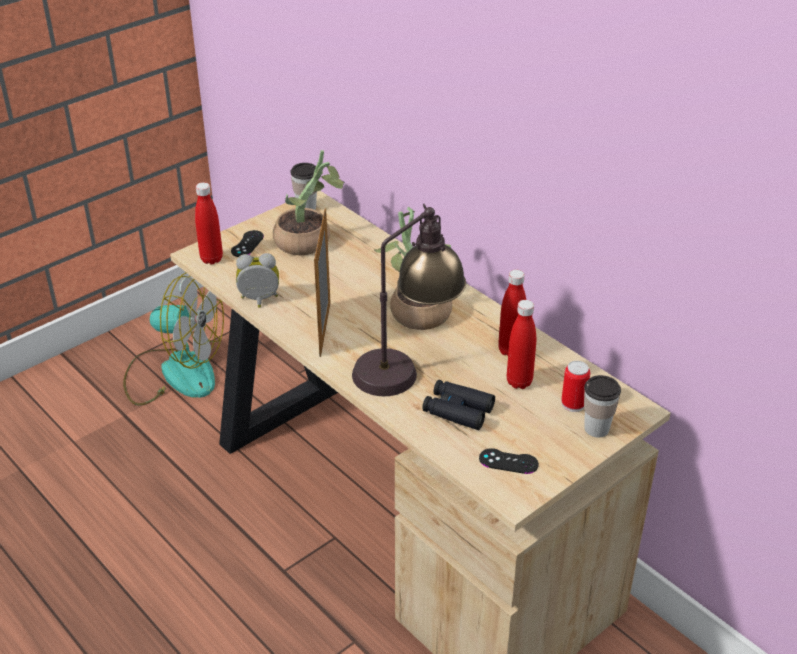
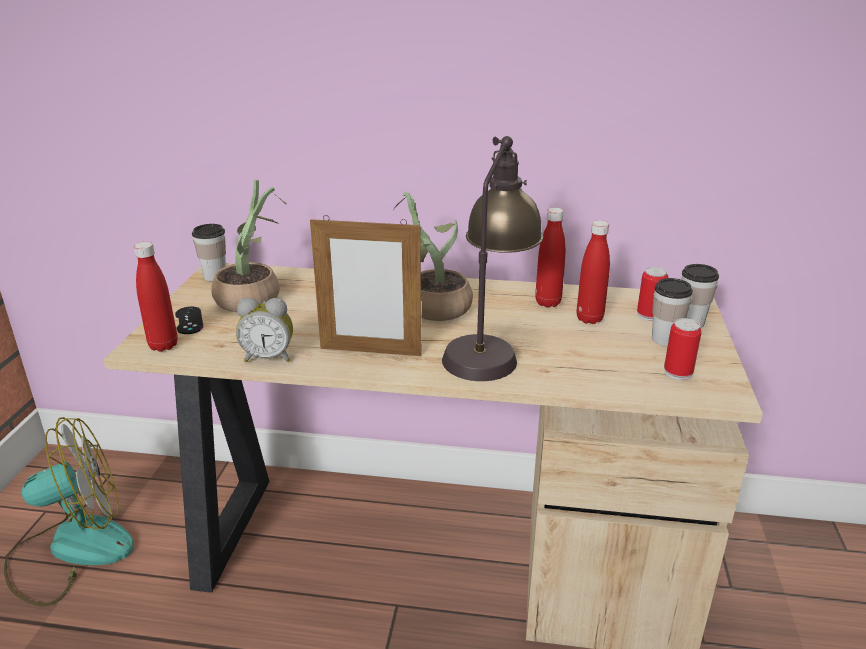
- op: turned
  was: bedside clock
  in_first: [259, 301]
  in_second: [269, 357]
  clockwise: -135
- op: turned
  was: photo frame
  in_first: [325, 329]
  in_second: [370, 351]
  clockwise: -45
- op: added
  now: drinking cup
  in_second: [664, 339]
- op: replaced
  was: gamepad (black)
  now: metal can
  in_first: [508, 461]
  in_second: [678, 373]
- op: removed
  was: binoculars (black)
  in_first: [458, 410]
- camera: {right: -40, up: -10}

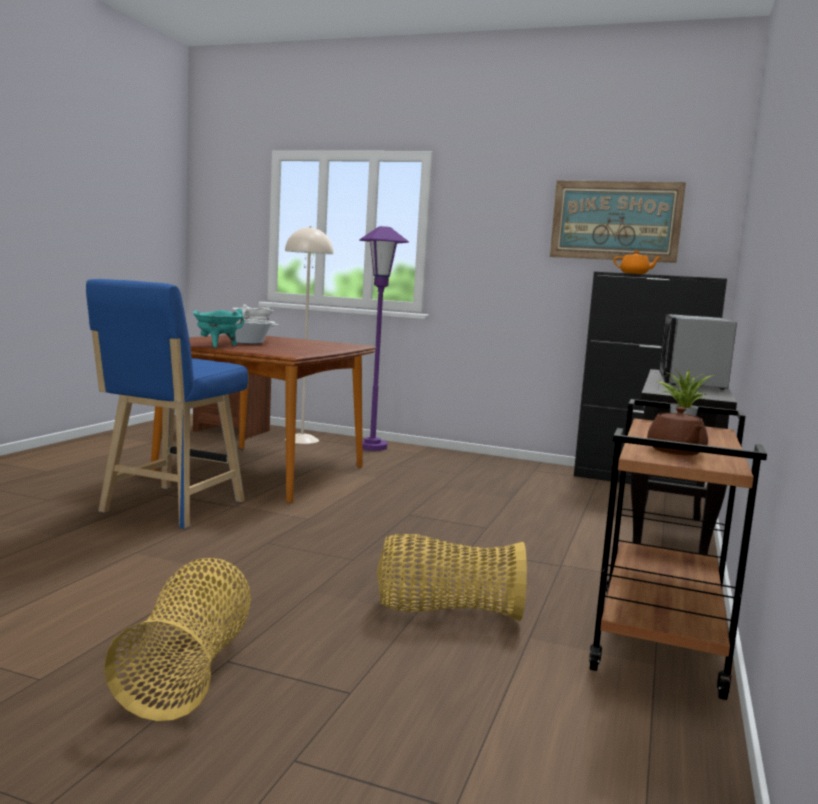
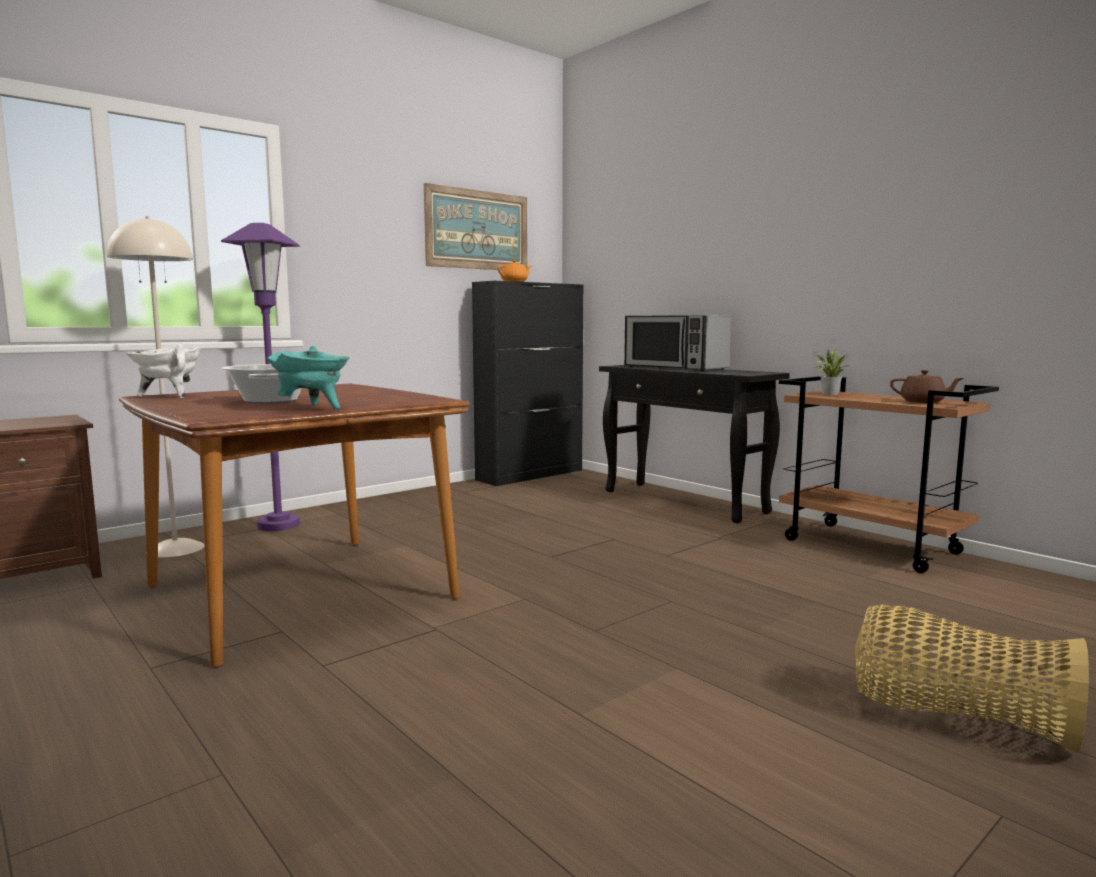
- op: removed
  was: stool (blue)
  in_first: [168, 509]
- op: removed
  was: basket
  in_first: [447, 611]
- camera: {right: -60, up: 0}

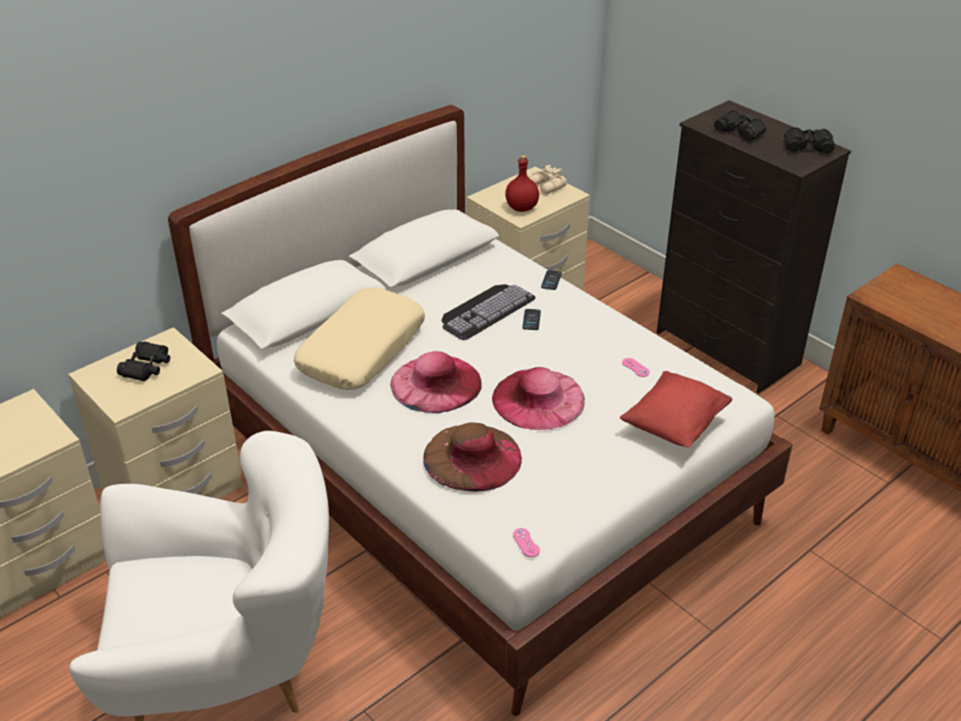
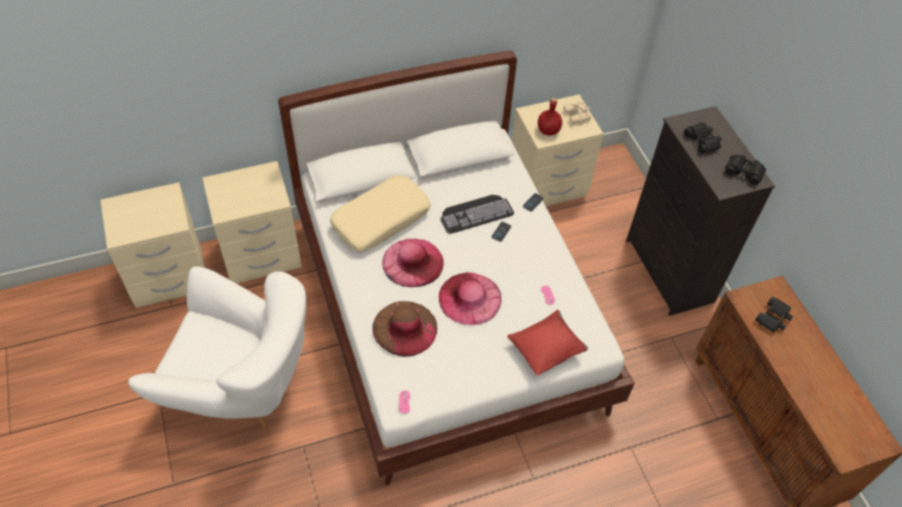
- op: moved
  was: binoculars (black)
  in_first: [147, 367]
  in_second: [773, 318]
- camera: {right: 20, up: 15}

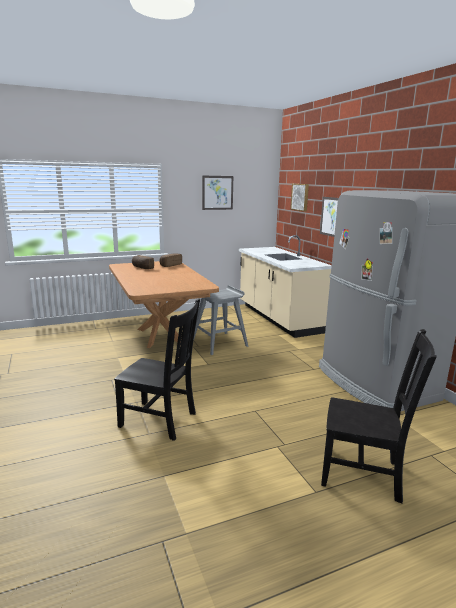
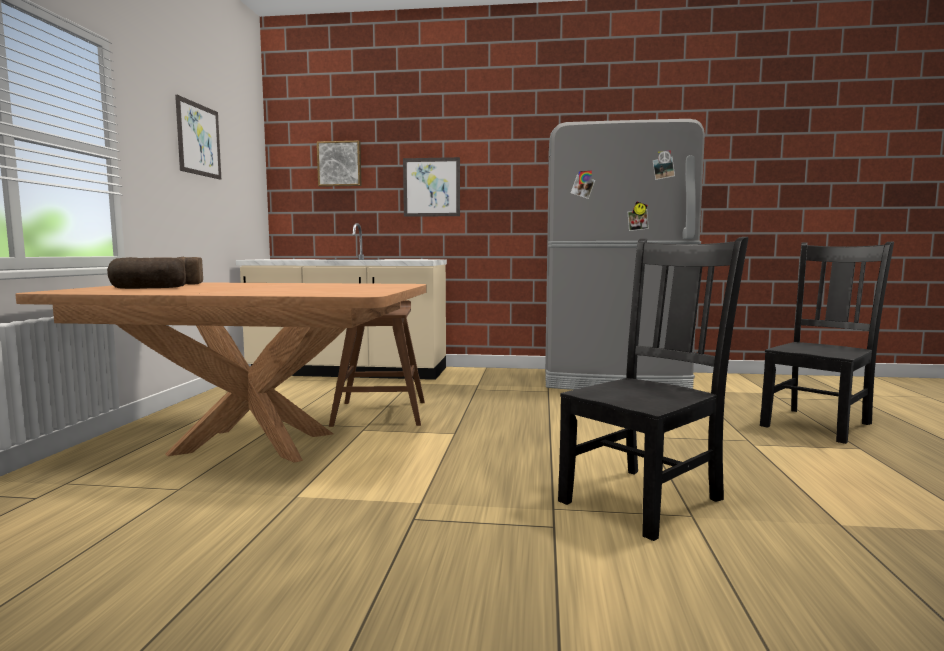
- op: recoloured
  was: stool (grey)
  now: stool (brownish)
  in_first: [219, 343]
  in_second: [380, 413]
- camera: {right: -60, up: -10}

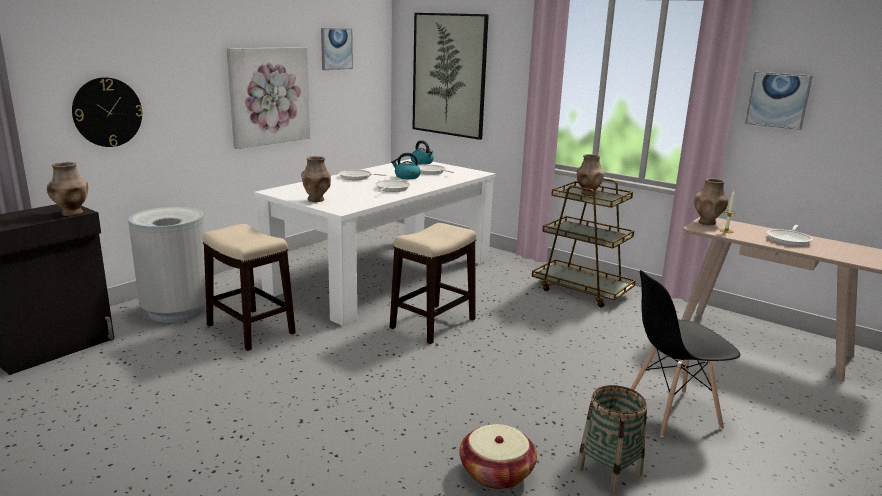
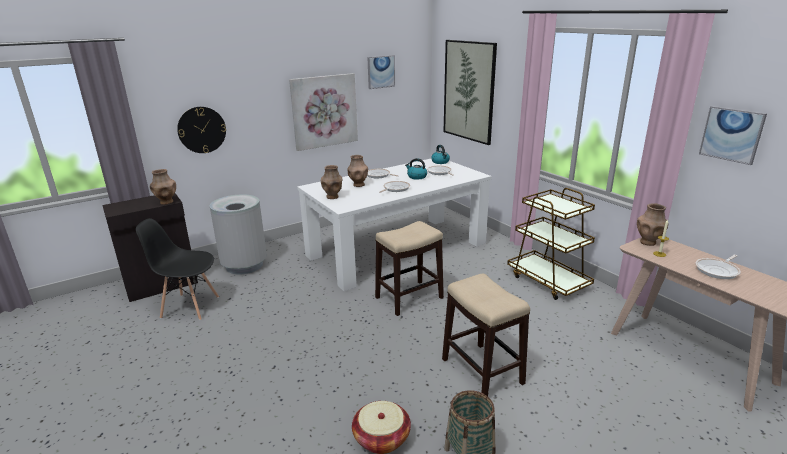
- op: moved
  was: chair (black)
  in_first: [671, 413]
  in_second: [190, 307]
- op: moved
  was: vase (brownish)
  in_first: [588, 194]
  in_second: [358, 185]
- op: moved
  was: stool
  in_first: [250, 329]
  in_second: [481, 371]
- camera: {right: 20, up: 5}

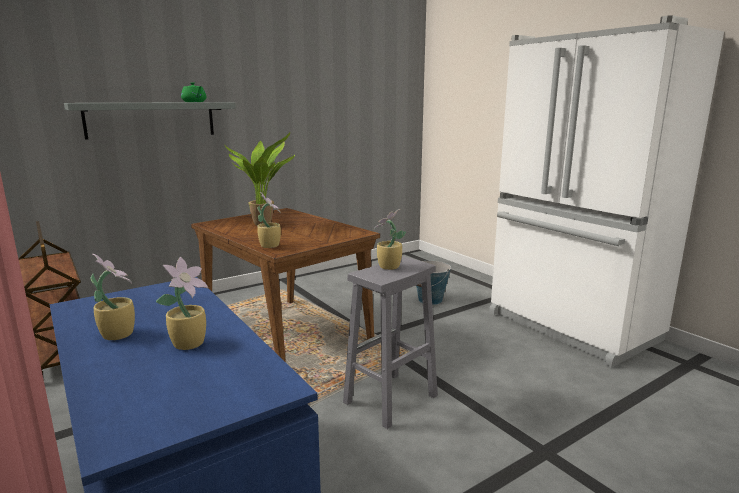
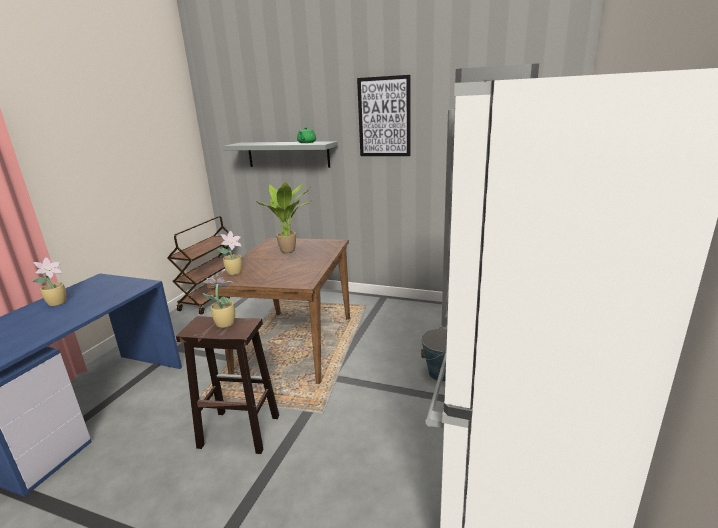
- op: recoloured
  was: stool (grey)
  now: stool (brownish)
  in_first: [390, 400]
  in_second: [238, 431]
- op: added
  now: picture
  in_second: [384, 117]
- op: removed
  was: potted plant
  in_first: [190, 343]
- camera: {right: 55, up: 5}

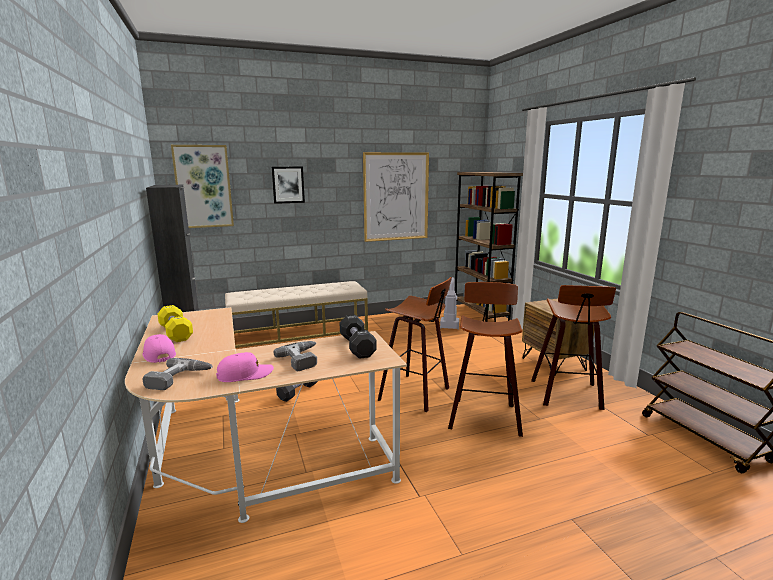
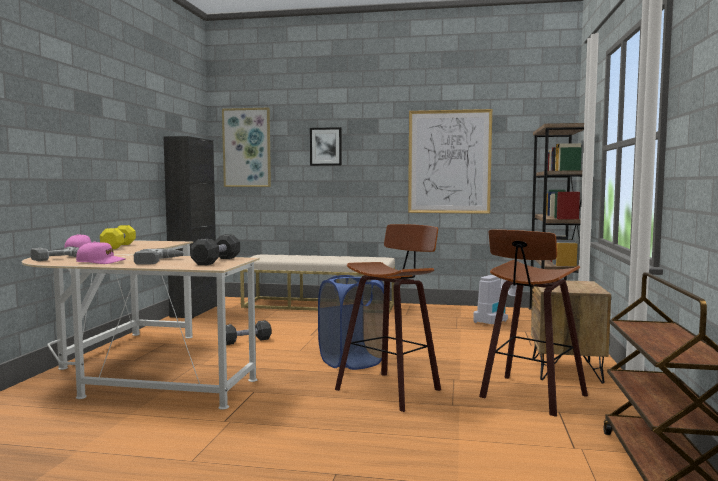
- op: replaced
  was: stool
  now: hamper (blue)
  in_first: [417, 393]
  in_second: [352, 362]
- camera: {right: 30, up: -10}

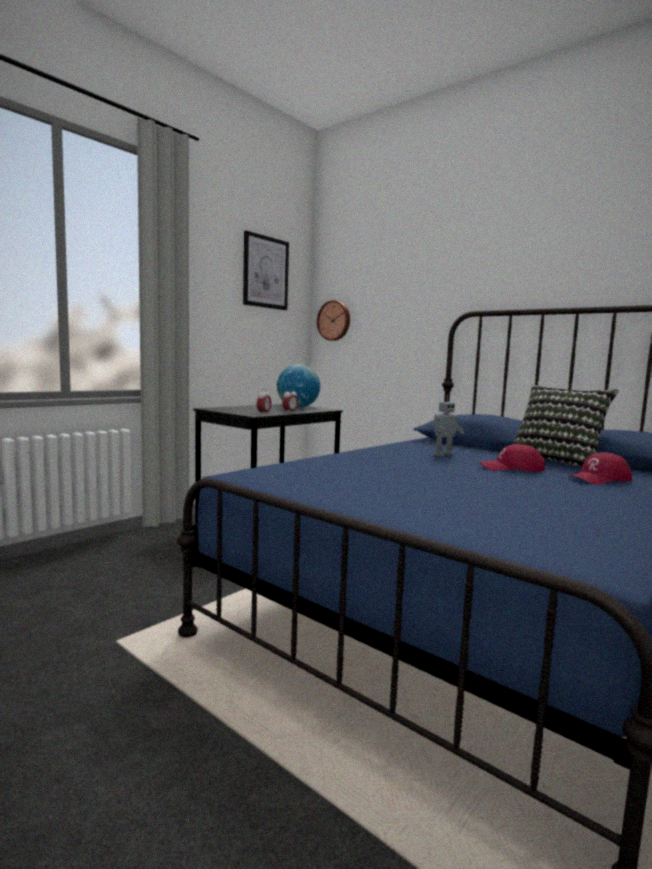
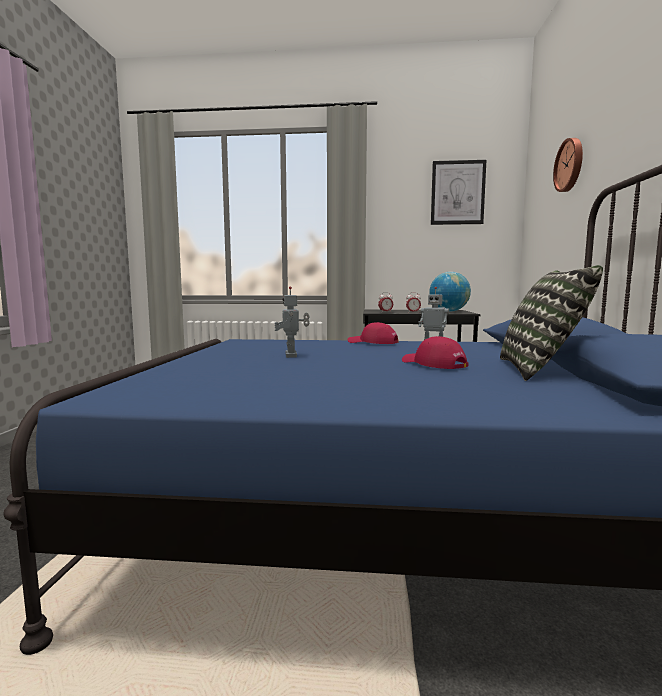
- op: added
  now: toy robot
  in_second: [292, 355]
- op: moved
  was: cap (red-coloured)
  in_first: [600, 479]
  in_second: [372, 342]
- op: moved
  was: clock on the wall
  in_first: [334, 320]
  in_second: [570, 165]
- camera: {right: 55, up: 0}

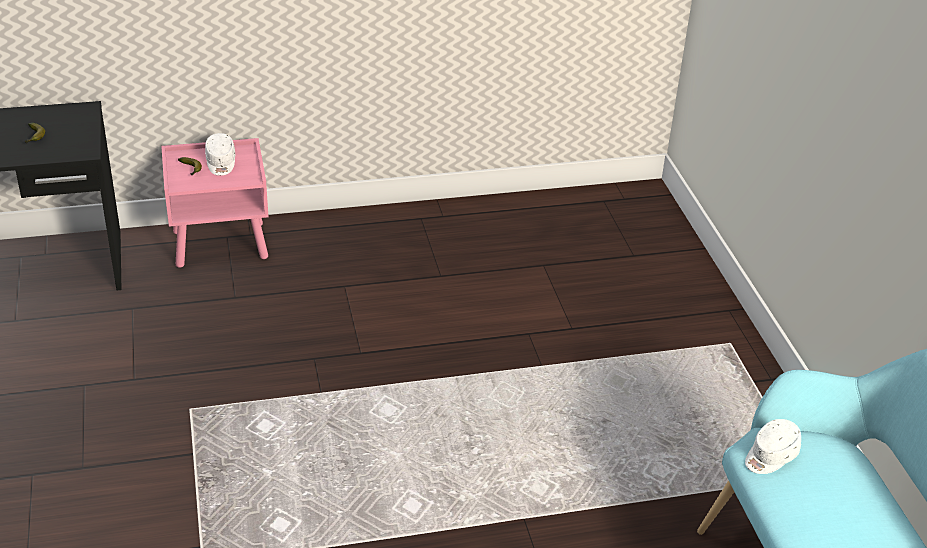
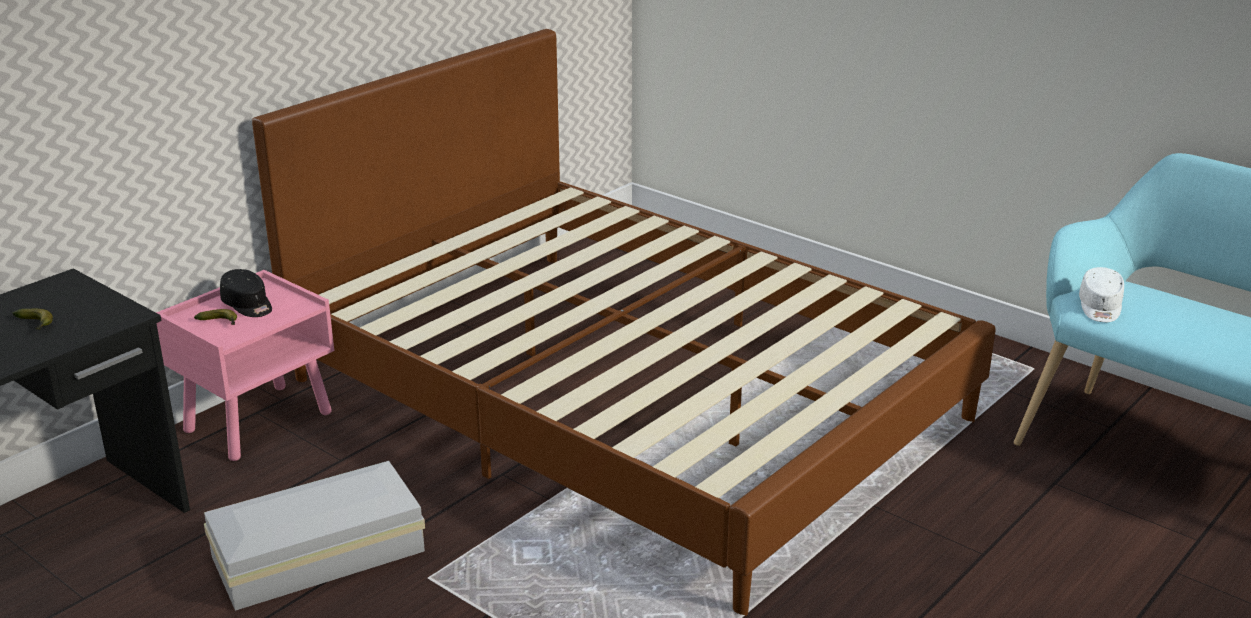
- op: added
  now: storage container (white)
  in_second: [322, 554]
- op: recoloured
  was: cap (white)
  now: cap (black)
  in_first: [221, 163]
  in_second: [248, 305]
- op: added
  now: bedroom bed (brownish)
  in_second: [625, 397]
- camera: {right: -35, up: -10}

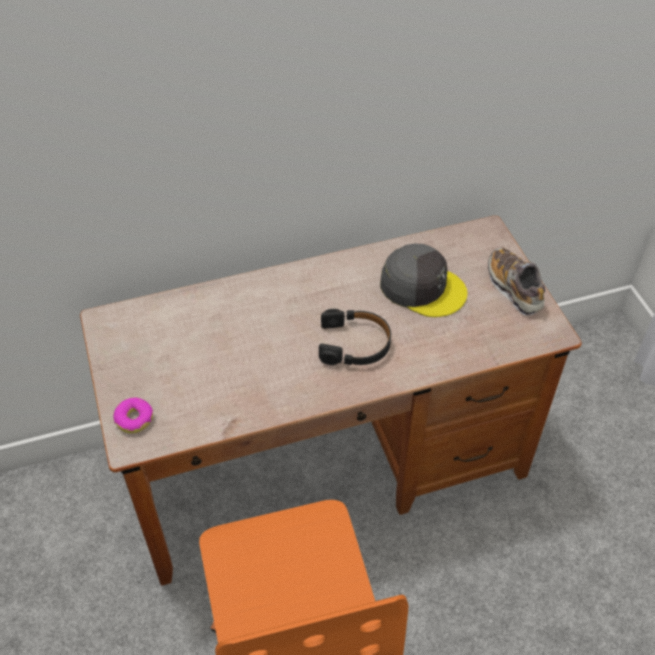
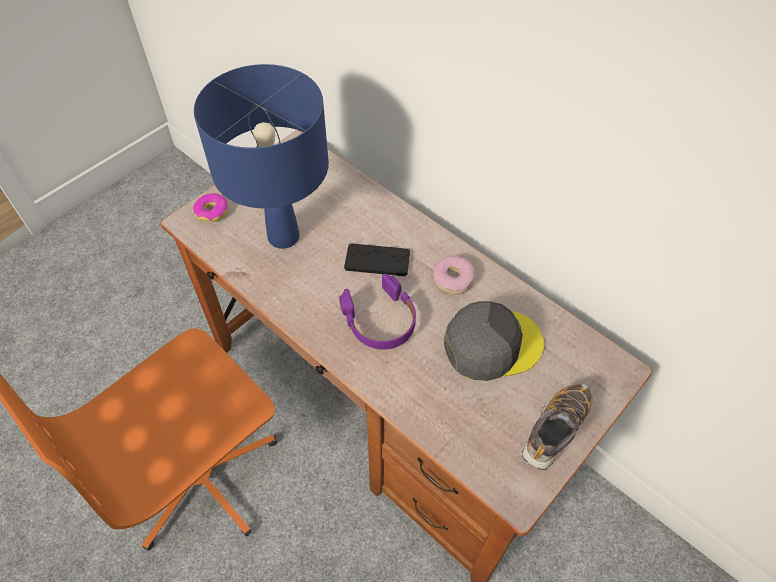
- op: added
  now: tabletop lamp (blue)
  in_second: [283, 236]
- op: recoloured
  was: headphones (black)
  now: headphones (purple-coloured)
  in_first: [355, 344]
  in_second: [380, 320]
- op: added
  now: gamepad (black)
  in_second: [377, 261]
- op: added
  now: doughnut
  in_second: [453, 279]
- op: turned
  was: cap (grey)
  in_first: [422, 287]
  in_second: [491, 344]
  clockwise: -105
- camera: {right: 60, up: 5}

